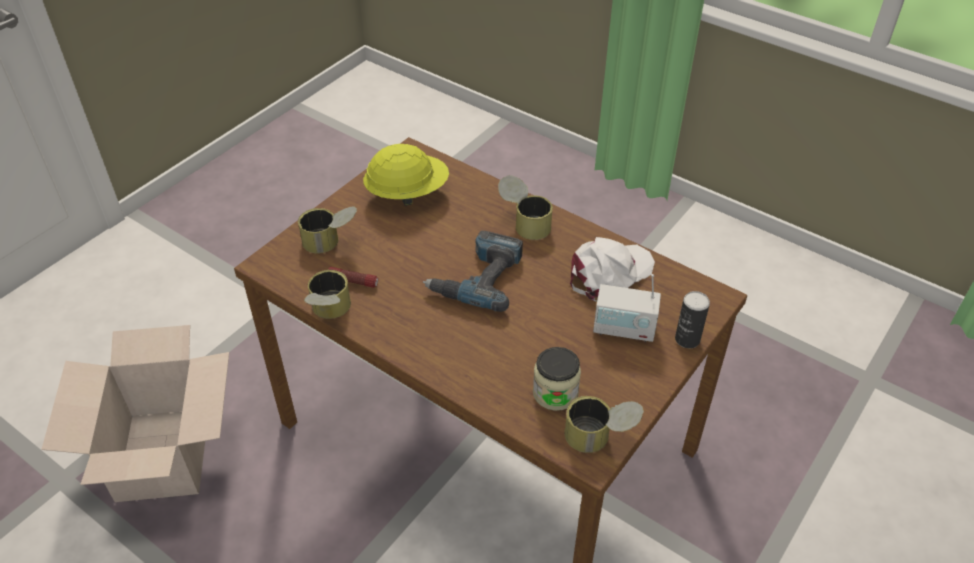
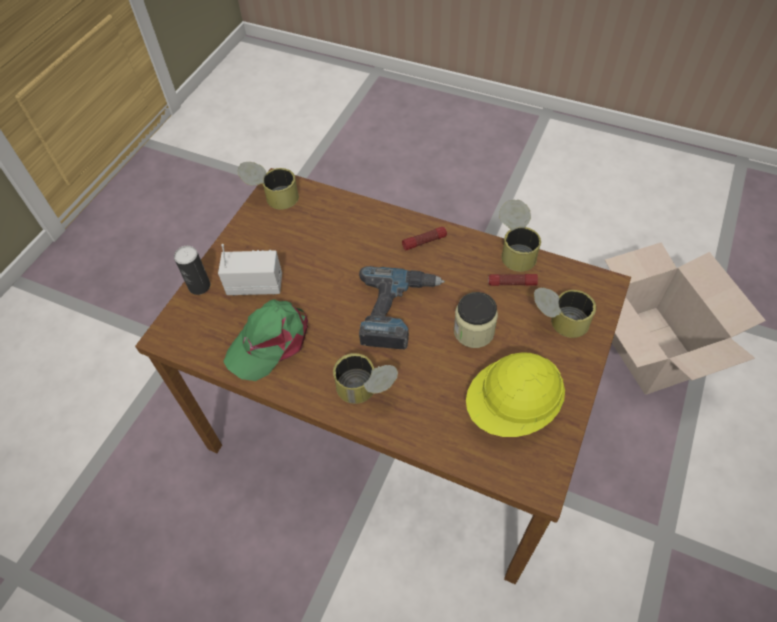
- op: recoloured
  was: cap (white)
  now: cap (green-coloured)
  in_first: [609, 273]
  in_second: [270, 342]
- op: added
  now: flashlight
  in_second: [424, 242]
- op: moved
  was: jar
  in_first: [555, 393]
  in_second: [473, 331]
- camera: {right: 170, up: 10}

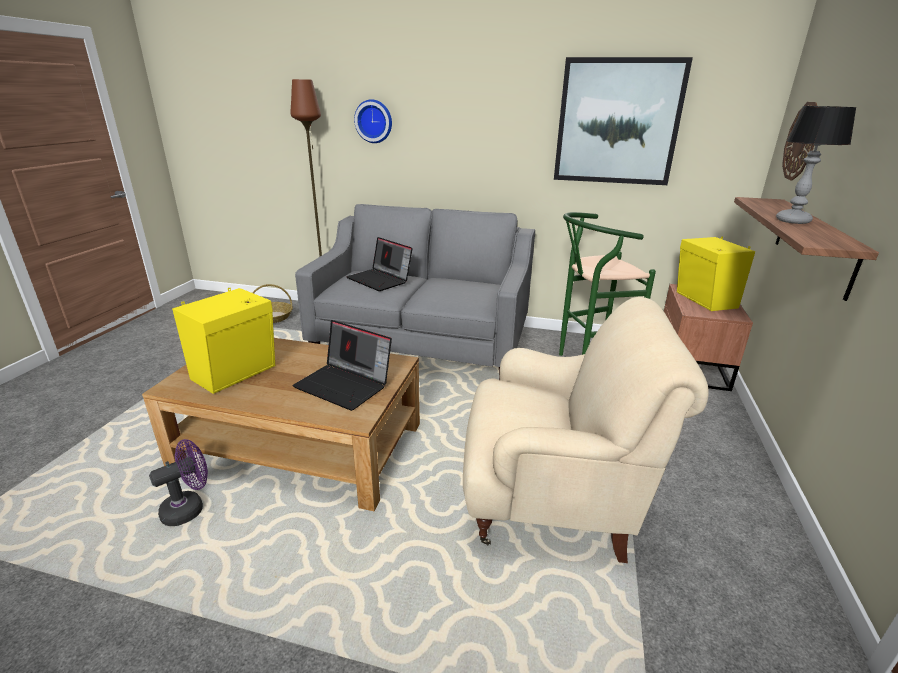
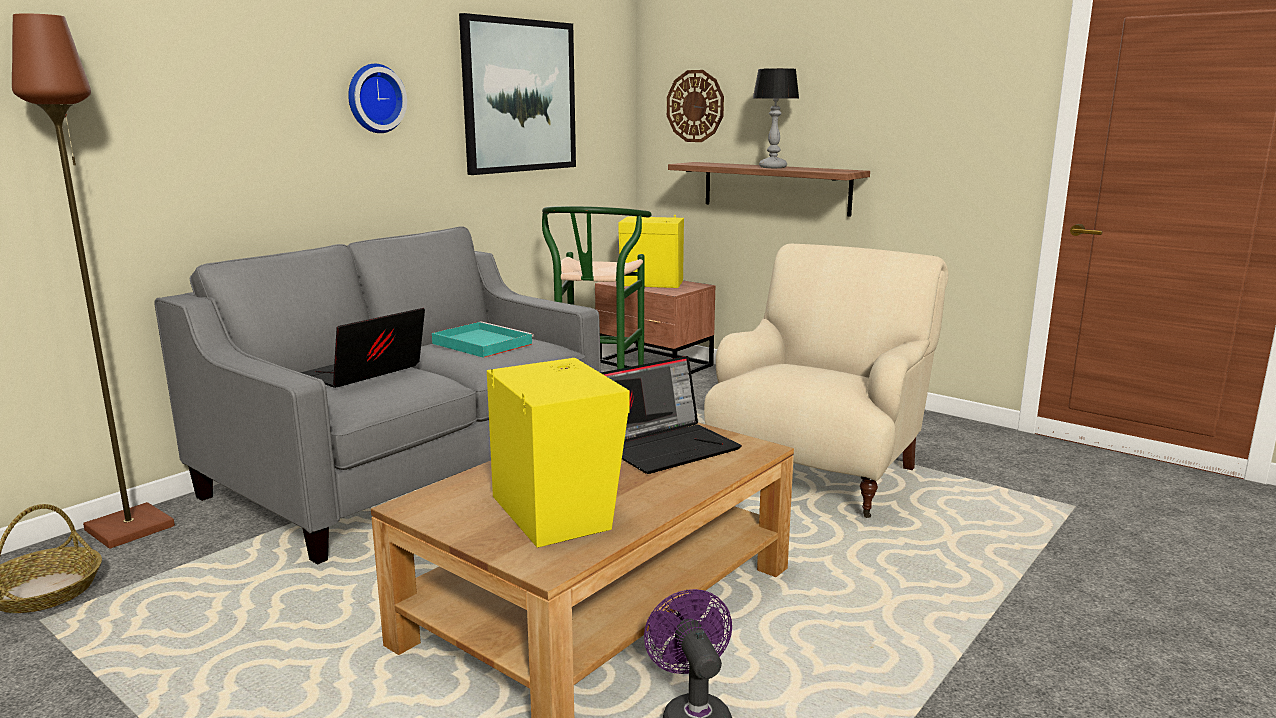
- op: turned
  was: laptop
  in_first: [380, 280]
  in_second: [364, 374]
  clockwise: 150
- op: moved
  was: clock on the wall
  in_first: [374, 121]
  in_second: [374, 98]
- op: added
  now: tray (blue-green)
  in_second: [480, 343]
- camera: {right: -65, up: -10}

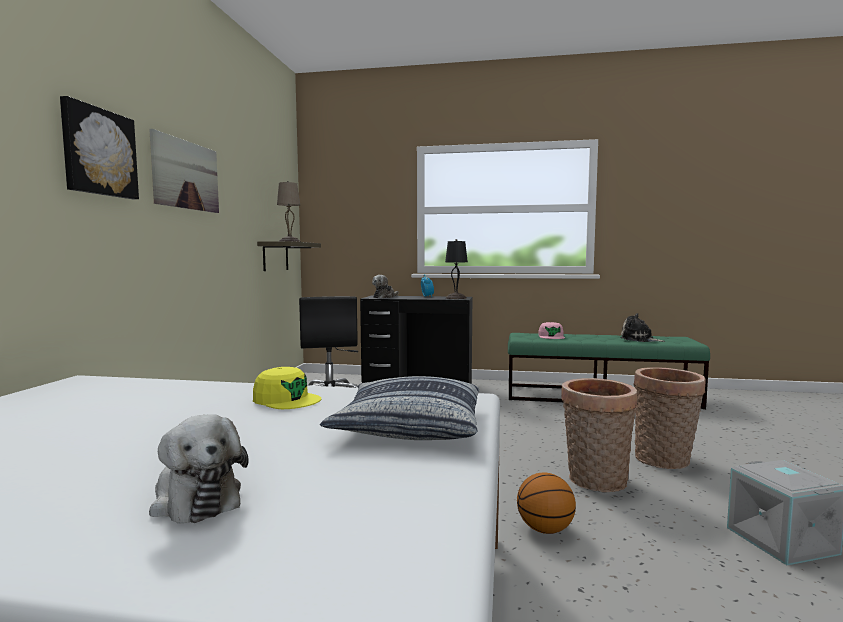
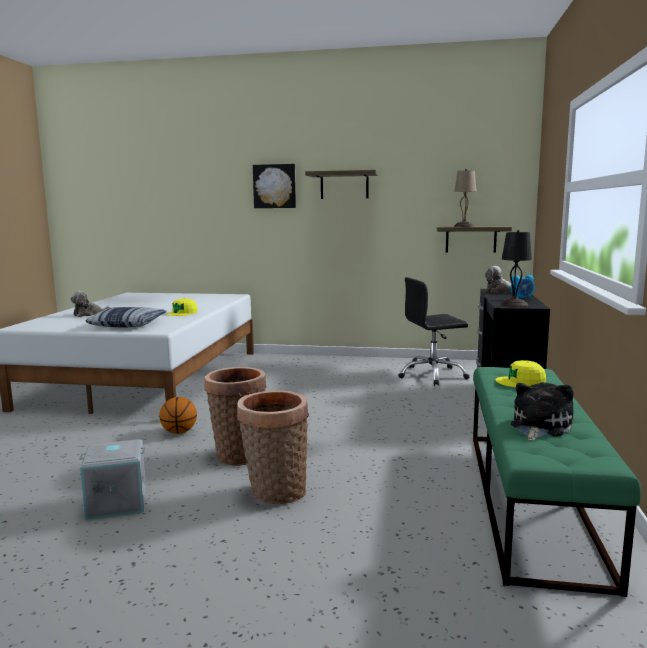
- op: replaced
  was: picture
  now: bracket shelf
  in_first: [186, 175]
  in_second: [344, 185]
- op: recoloured
  was: cap (pink)
  now: cap (yellow)
  in_first: [551, 336]
  in_second: [521, 382]
- camera: {right: 90, up: 5}

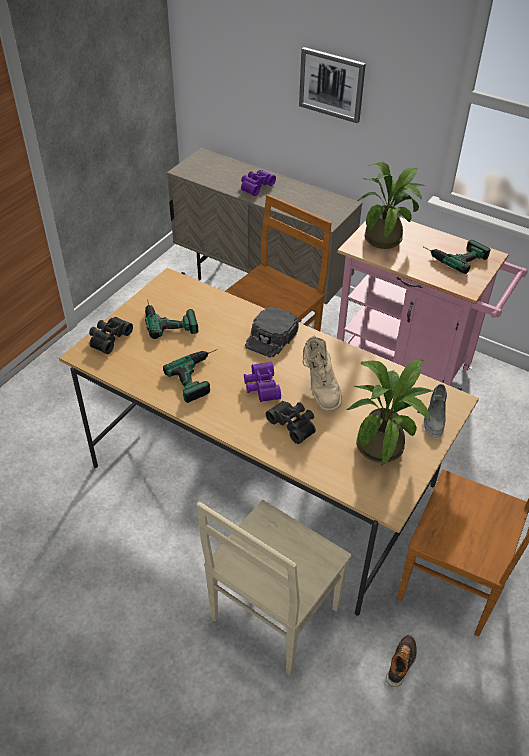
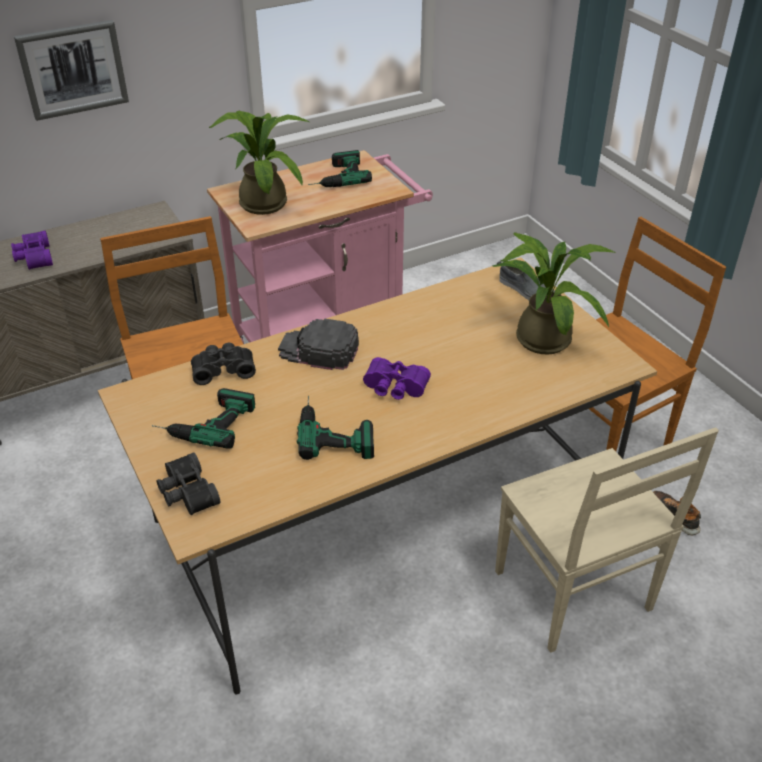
- op: moved
  was: binoculars (black)
  in_first: [293, 424]
  in_second: [223, 369]
- op: turned
  was: cap (black)
  in_first: [271, 337]
  in_second: [319, 350]
  clockwise: 135
- op: removed
  was: boot (beige-coloured)
  in_first: [321, 389]
- camera: {right: -60, up: -5}

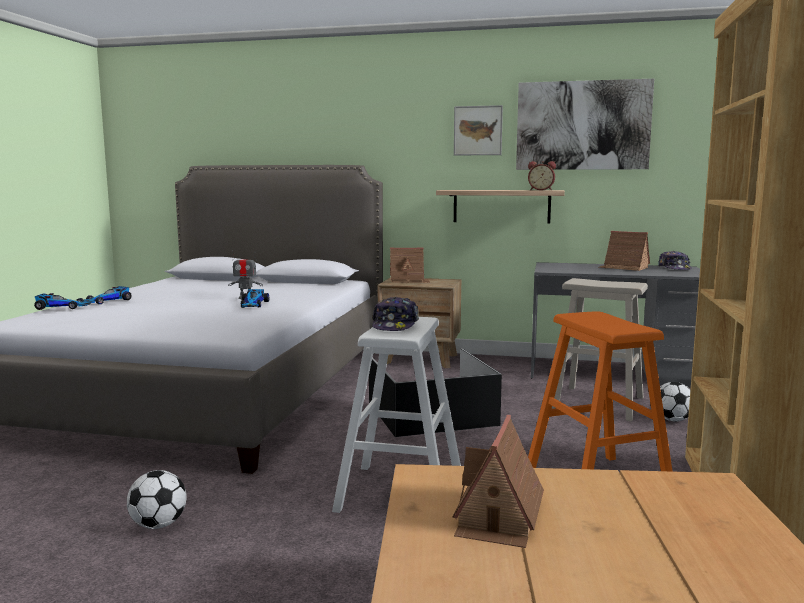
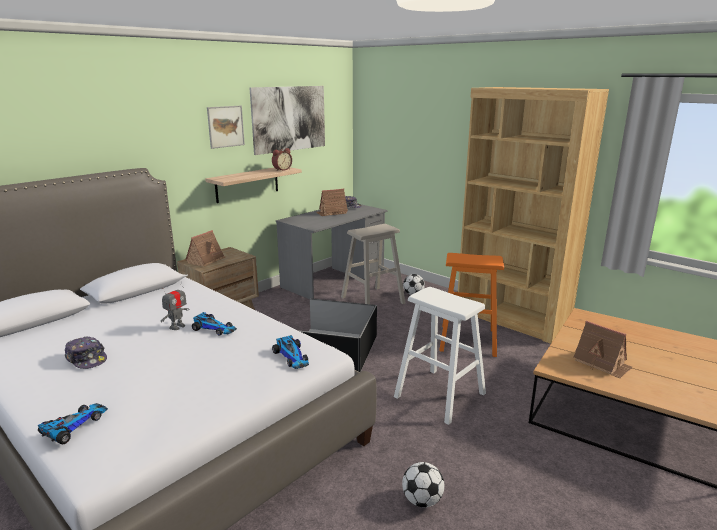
- op: moved
  was: cap
  in_first: [395, 325]
  in_second: [87, 359]
- op: moved
  was: toy car
  in_first: [107, 301]
  in_second: [292, 357]
- camera: {right: -60, up: 10}

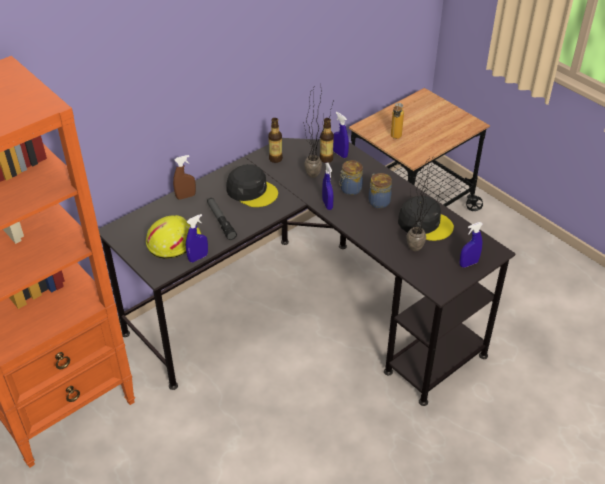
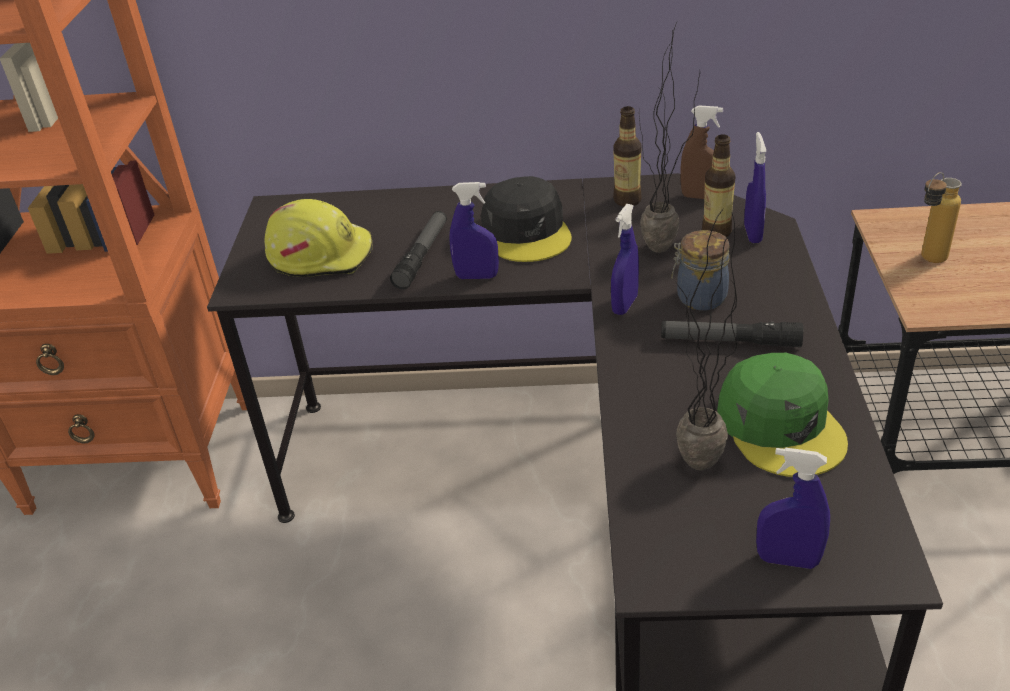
- op: moved
  was: sprayer (blue)
  in_first: [198, 258]
  in_second: [477, 276]
- op: replaced
  was: jar
  now: flashlight
  in_first: [378, 201]
  in_second: [730, 341]
- op: moved
  was: sprayer (brownish)
  in_first: [186, 196]
  in_second: [701, 197]
- op: recoloured
  was: cap (black)
  now: cap (green-coloured)
  in_first: [425, 223]
  in_second: [781, 426]
- camera: {right: 45, up: -5}

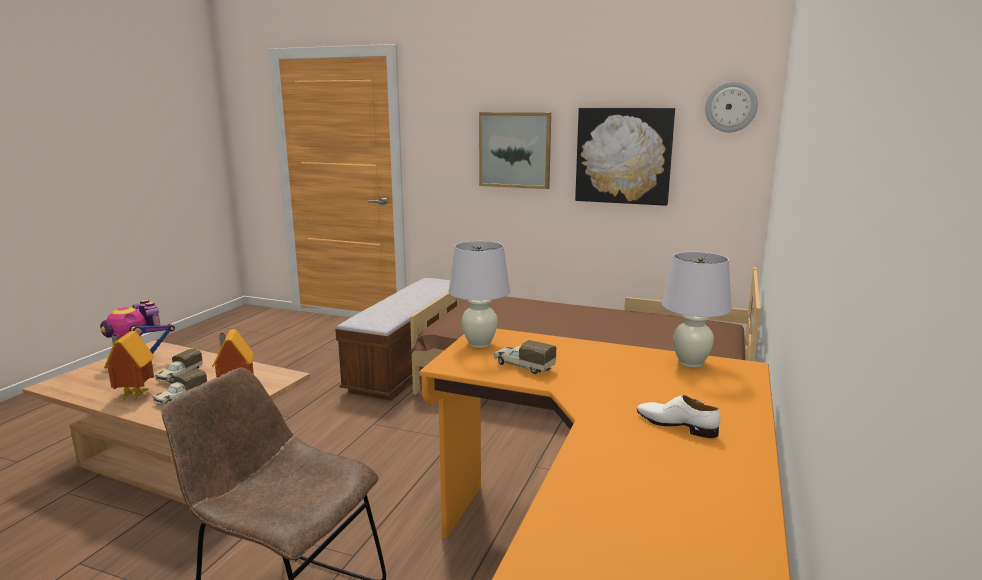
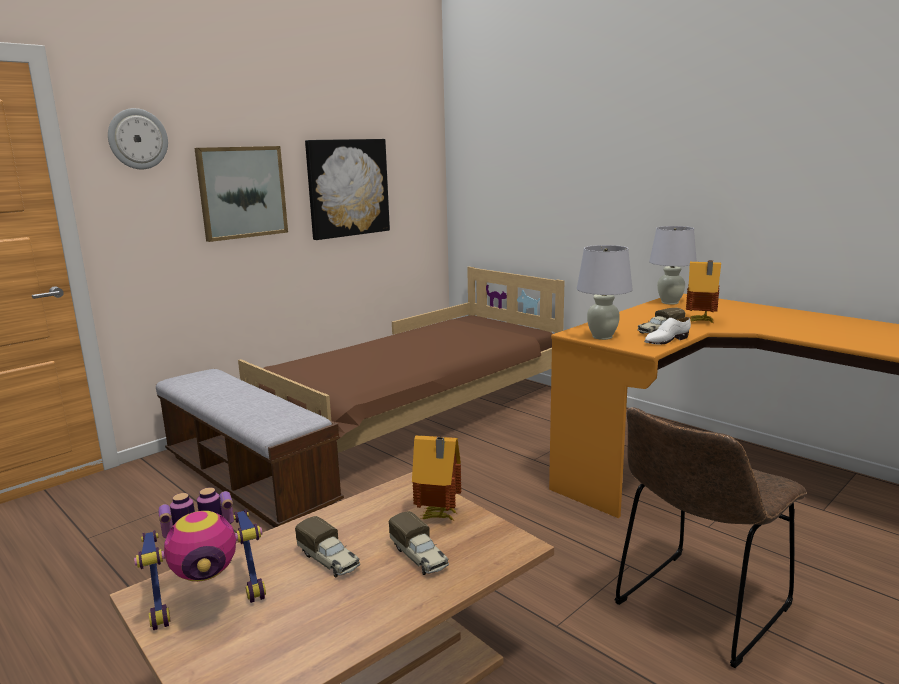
- op: moved
  was: clock on the wall
  in_first: [731, 107]
  in_second: [137, 139]
- op: moved
  was: low shoe (white)
  in_first: [676, 425]
  in_second: [666, 340]
- op: moved
  was: model house
  in_first: [133, 395]
  in_second: [701, 322]
- camera: {right: -65, up: 0}

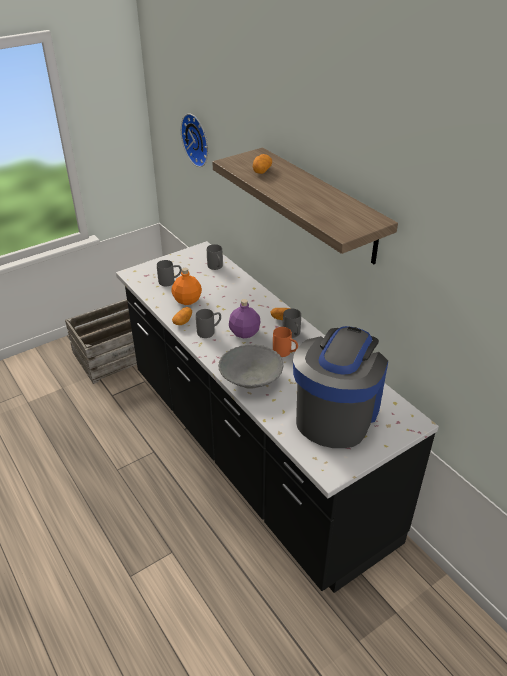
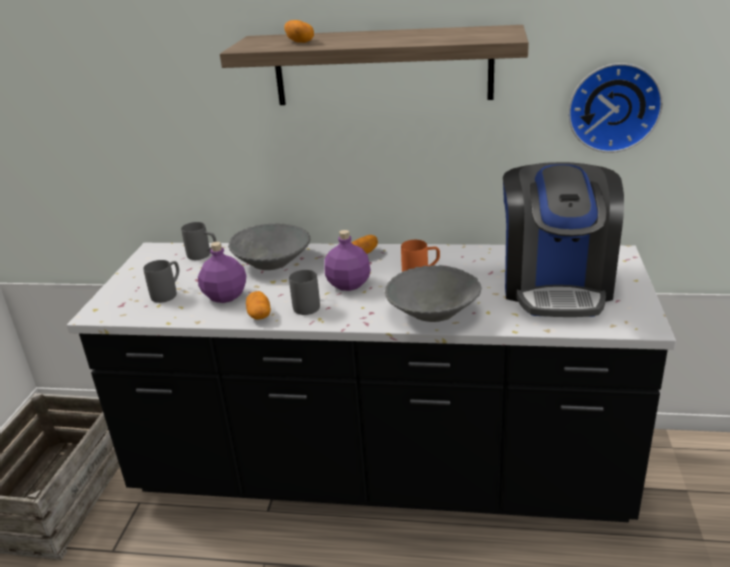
- op: recoloured
  was: beverage bottle (orange-coloured)
  now: beverage bottle (purple-coloured)
  in_first: [187, 300]
  in_second: [225, 296]
- op: added
  now: deep dish (grey)
  in_second: [272, 262]
- op: turned
  was: coffee machine
  in_first: [336, 413]
  in_second: [556, 285]
  clockwise: -150
- op: moved
  was: clock on the wall
  in_first: [198, 139]
  in_second: [613, 107]
- op: removed
  was: mug (grey)
  in_first: [293, 335]
- camera: {right: -45, up: -10}

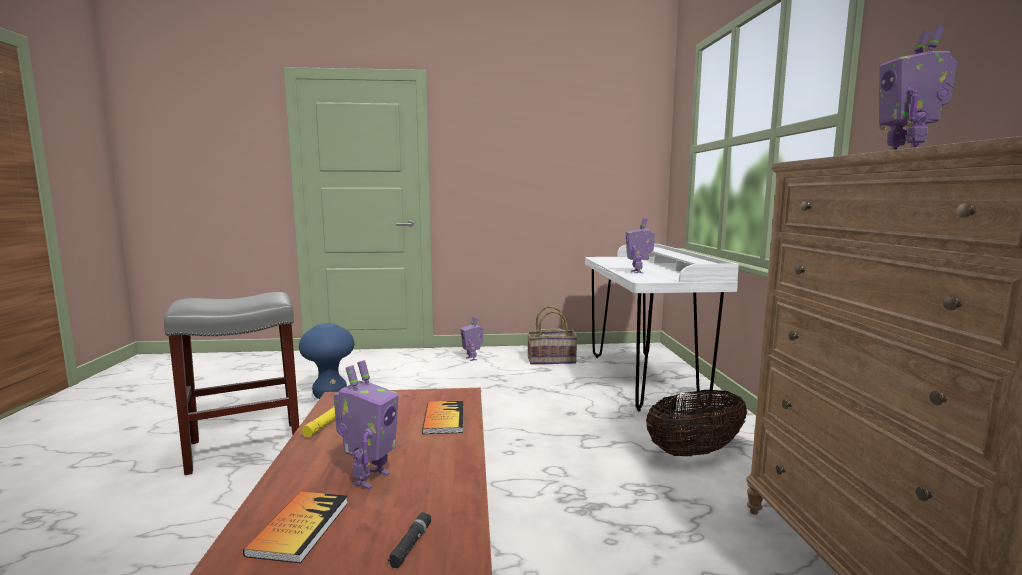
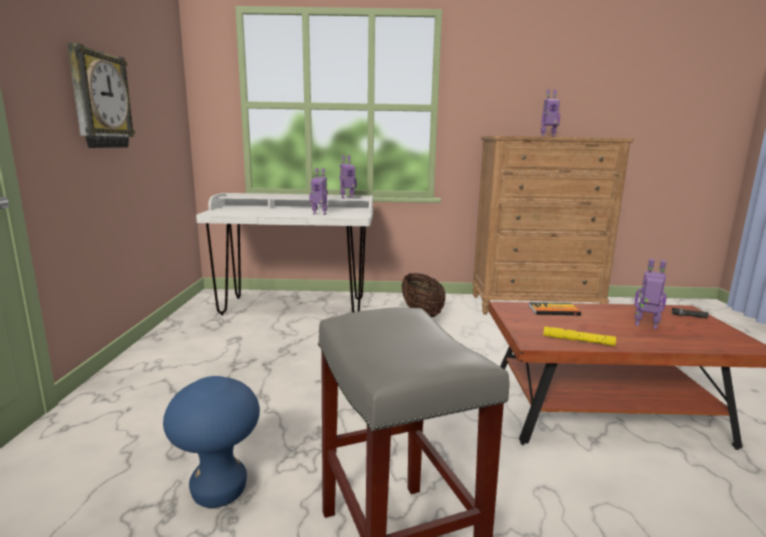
- op: added
  now: clock on the wall
  in_second: [100, 100]
- op: moved
  was: toy robot
  in_first: [472, 358]
  in_second: [347, 198]
- op: removed
  was: book
  in_first: [299, 527]
- op: removed
  was: basket
  in_first: [551, 360]
- camera: {right: -85, up: 5}

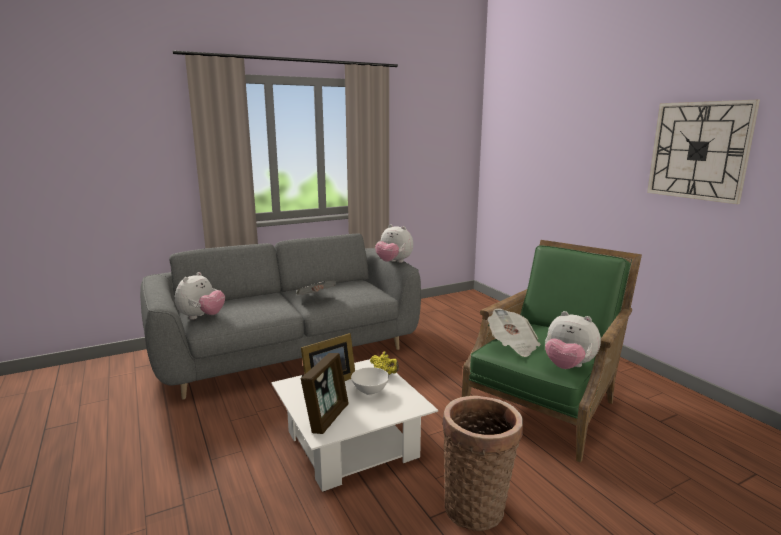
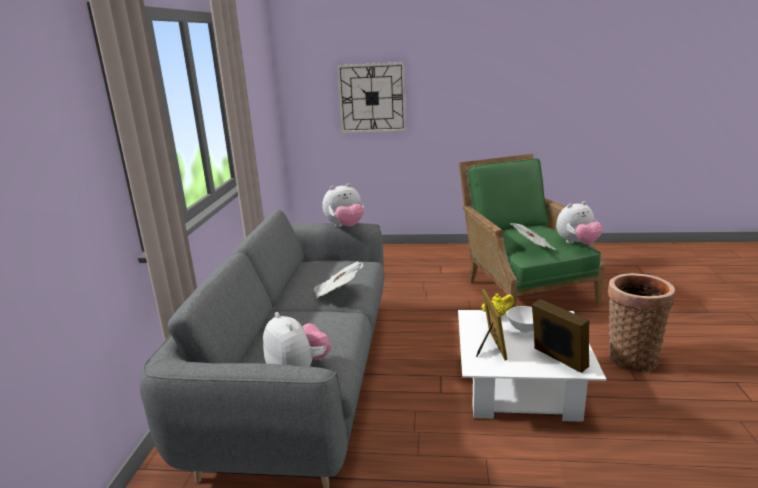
- op: moved
  was: clock on the wall
  in_first: [699, 151]
  in_second: [372, 98]
- camera: {right: -55, up: 5}

